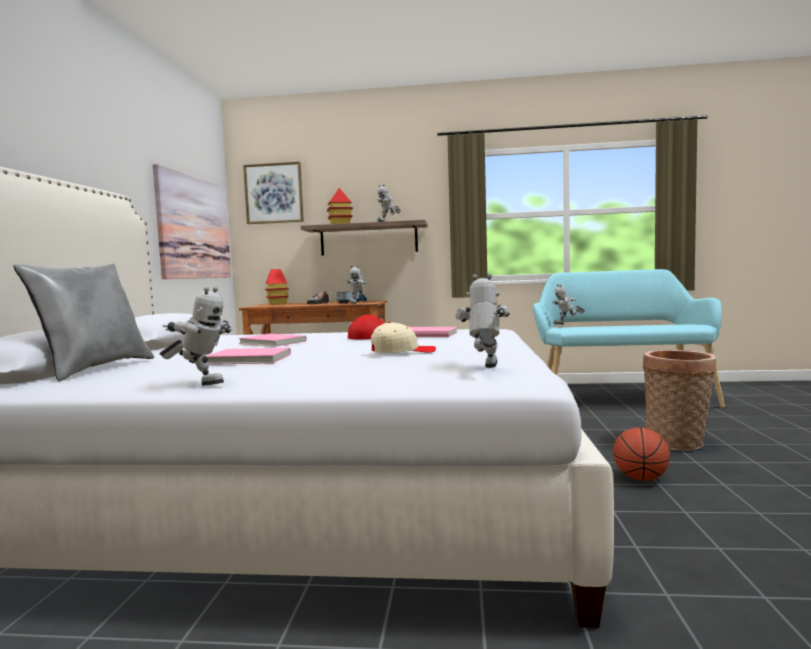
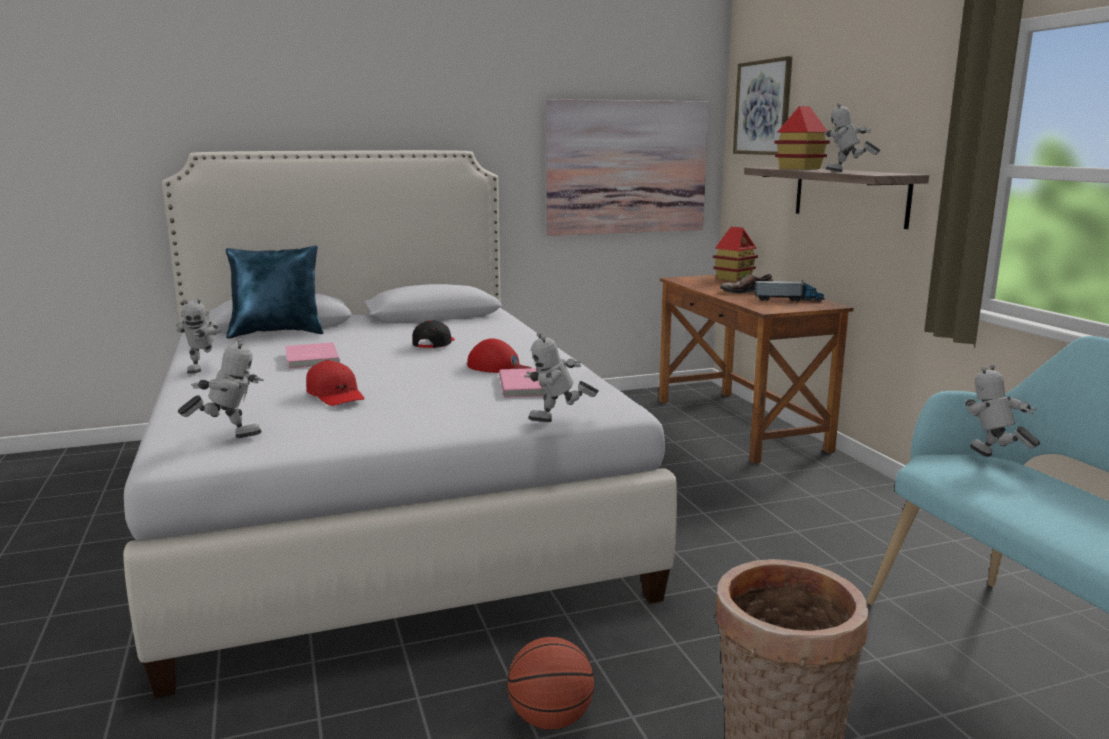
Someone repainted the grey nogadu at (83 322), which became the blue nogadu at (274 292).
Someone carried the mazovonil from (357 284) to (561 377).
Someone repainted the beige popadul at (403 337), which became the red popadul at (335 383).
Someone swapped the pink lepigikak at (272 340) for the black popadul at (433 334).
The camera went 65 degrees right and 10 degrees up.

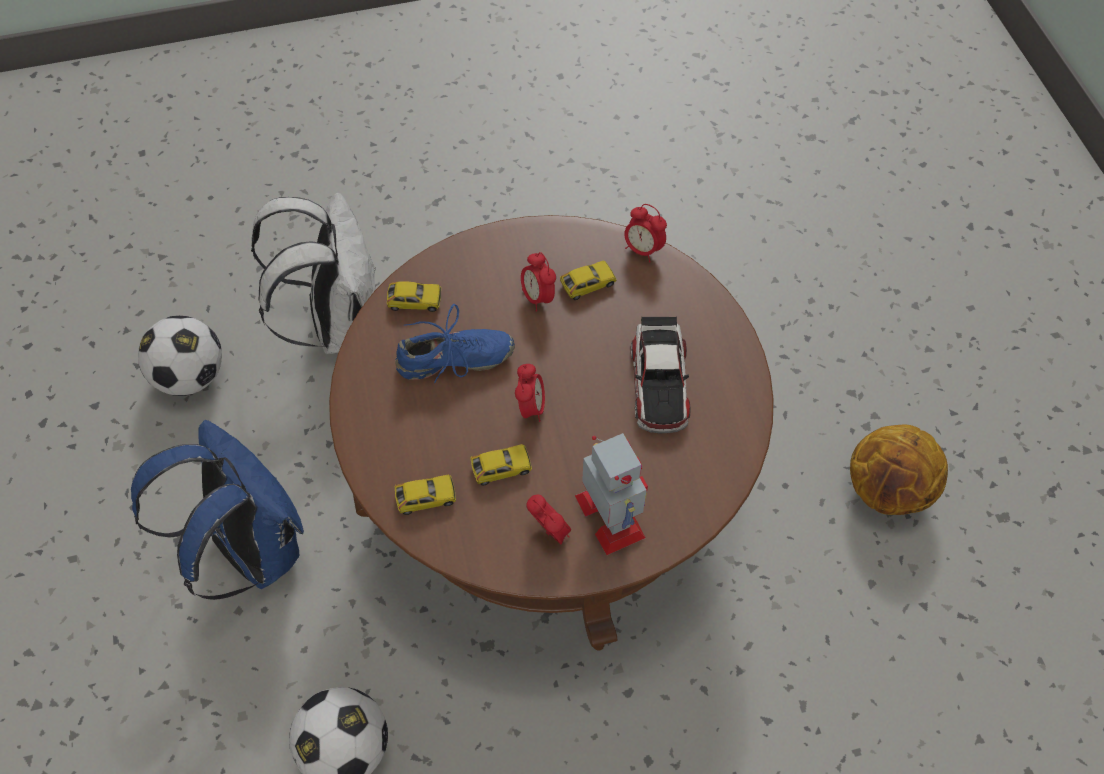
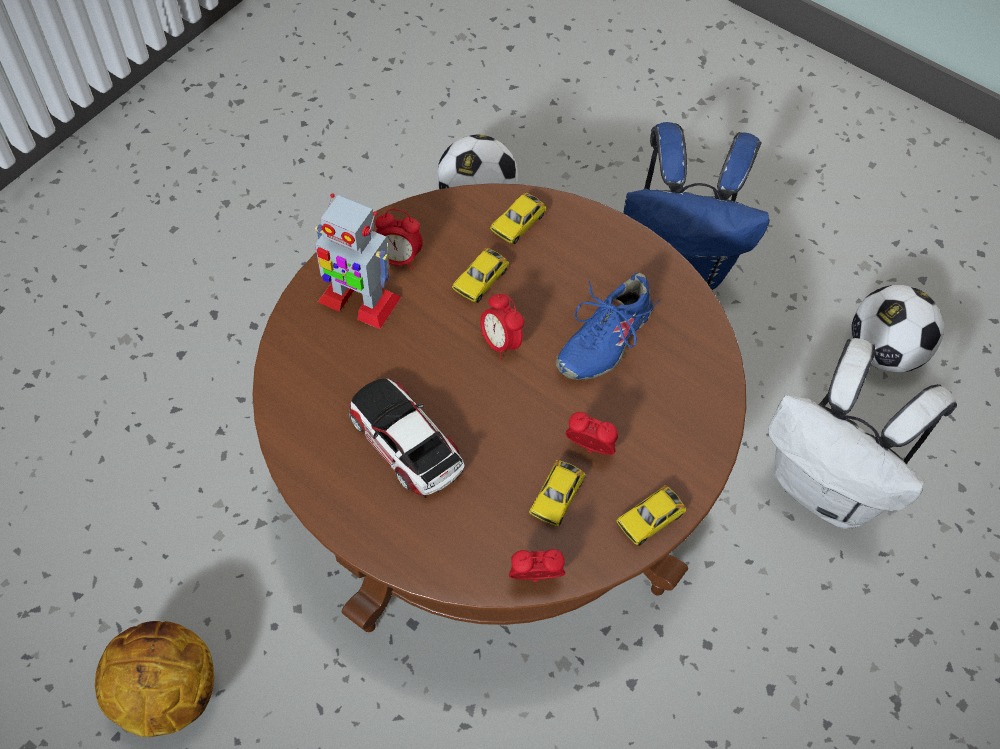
Someone carried the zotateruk from (414 296) to (651 515).
The camera went 140 degrees right and 0 degrees up.

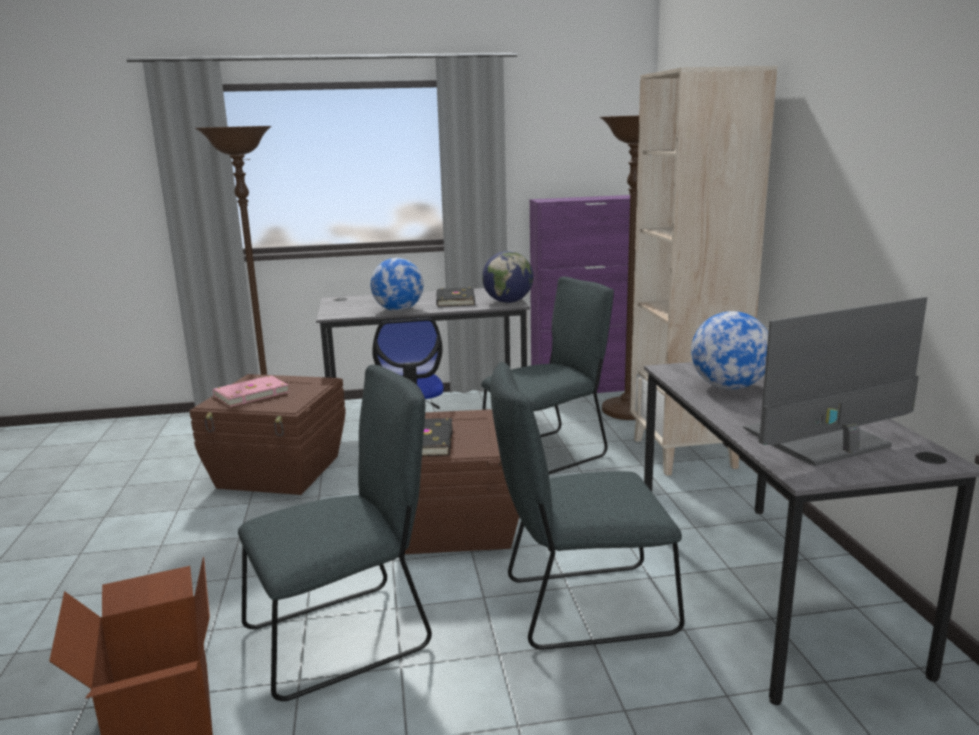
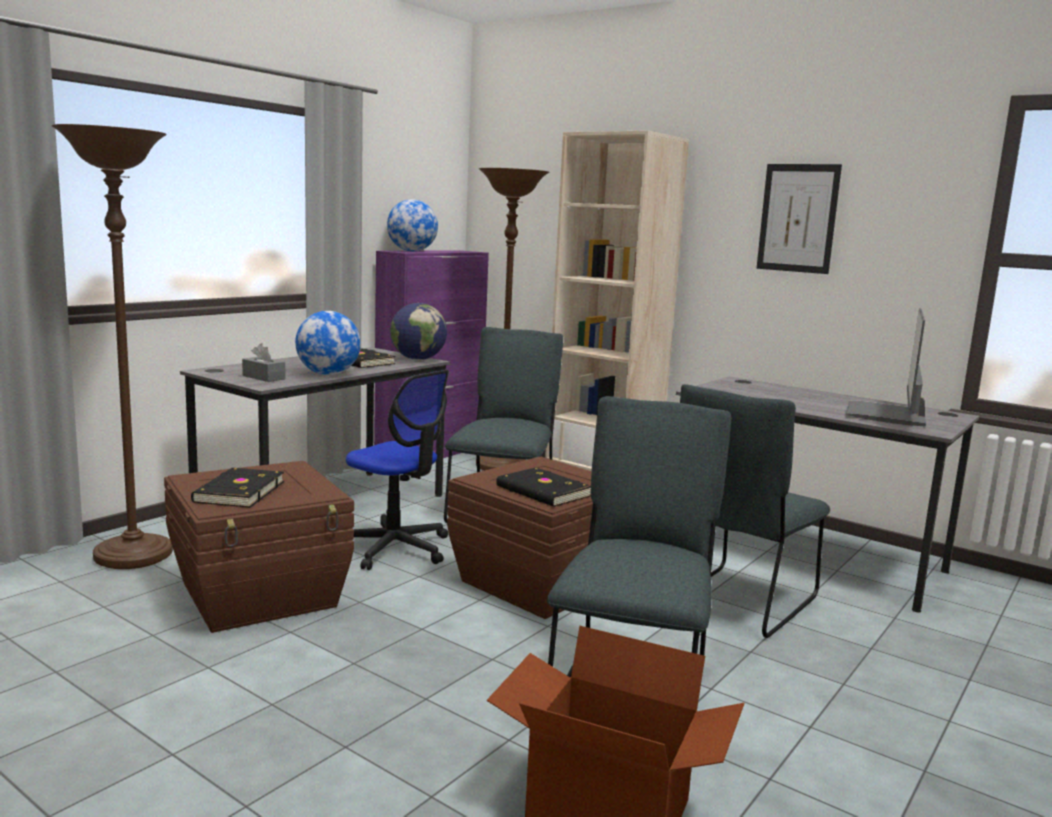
Someone carried the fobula from (729 350) to (412 225).
Someone repainted the pink lepigikak at (251 391), which became the black lepigikak at (237 487).
Someone put up the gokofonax at (799 219).
Someone put down the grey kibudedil at (264 362).
The camera went 45 degrees left and 5 degrees down.

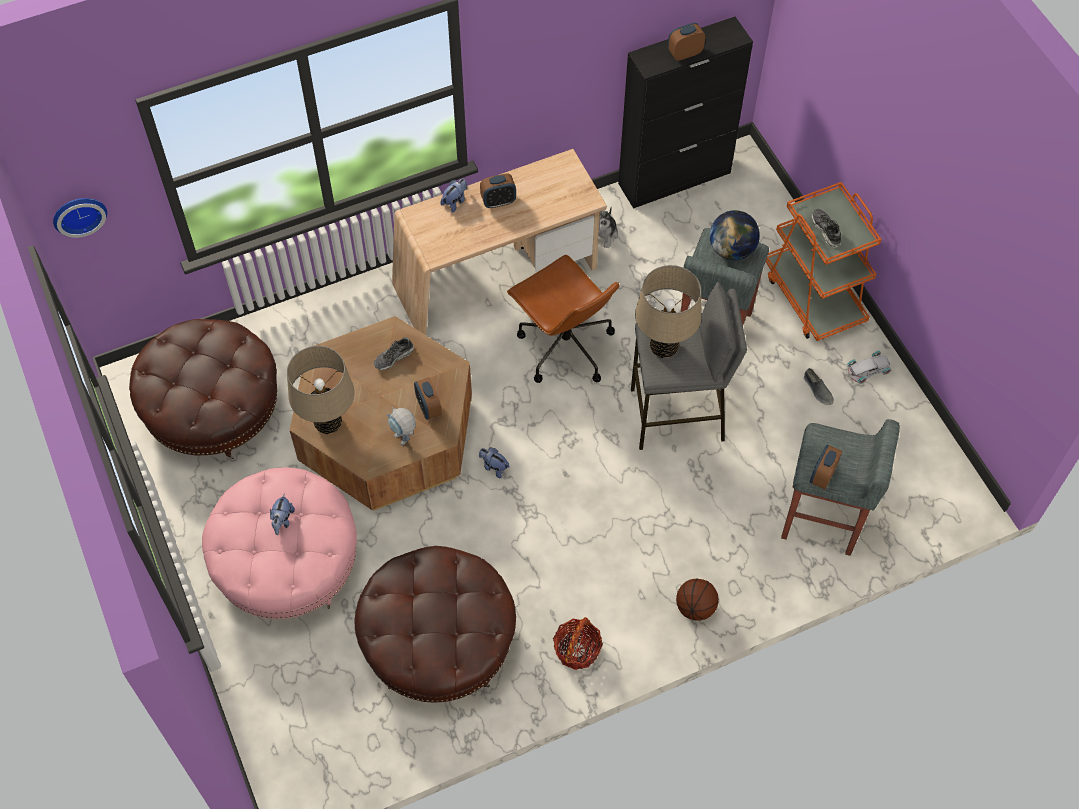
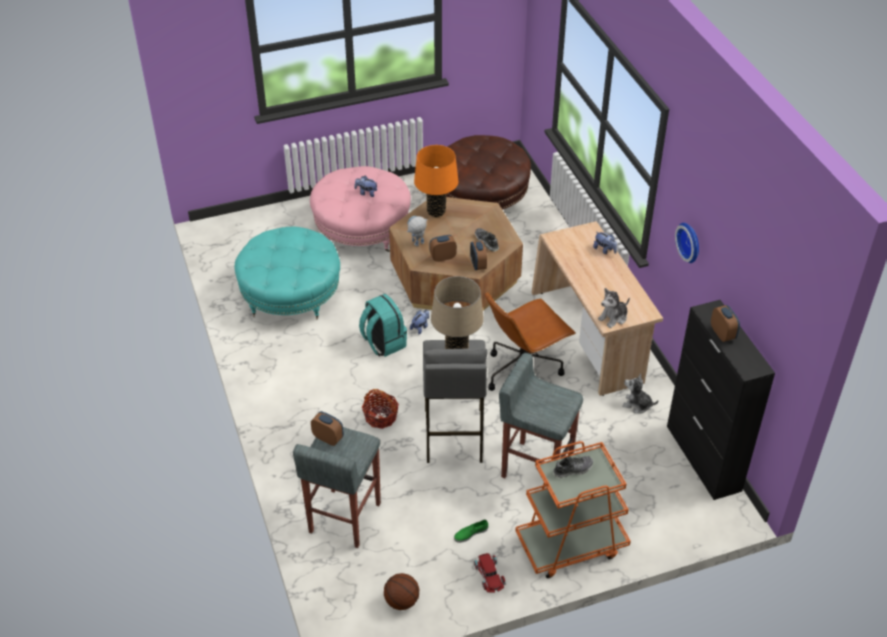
Someone carried the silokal from (498 190) to (478 255).
Someone carried the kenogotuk from (80 218) to (687 243).
Someone took away the fobula at (735 235).
Someone repainted the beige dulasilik at (320 390), which became the orange dulasilik at (436 181).
Someone repainted the white zotateruk at (869 367), which became the red zotateruk at (490 573).
Someone repainted the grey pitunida at (819 386), which became the green pitunida at (471 531).
Someone repainted the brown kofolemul at (435 624), which became the turquoise kofolemul at (287 273).
Someone carried the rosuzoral from (697 599) to (401 591).
Someone carried the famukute from (578 643) to (380 409).
Someone put down the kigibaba at (614 308).
Someone put down the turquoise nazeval at (383 325).
The camera went 95 degrees right and 15 degrees down.

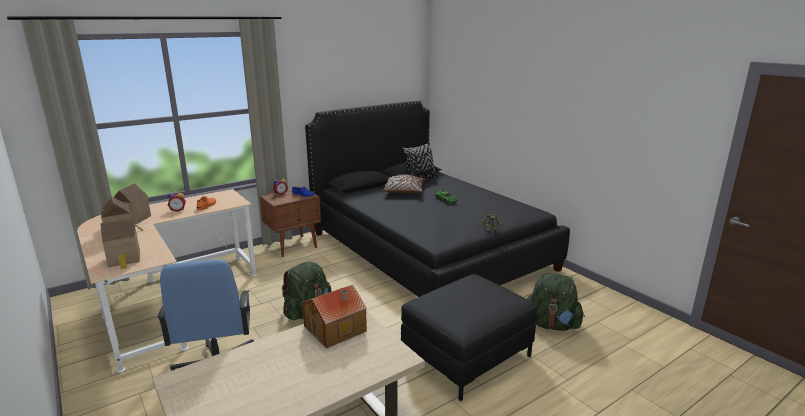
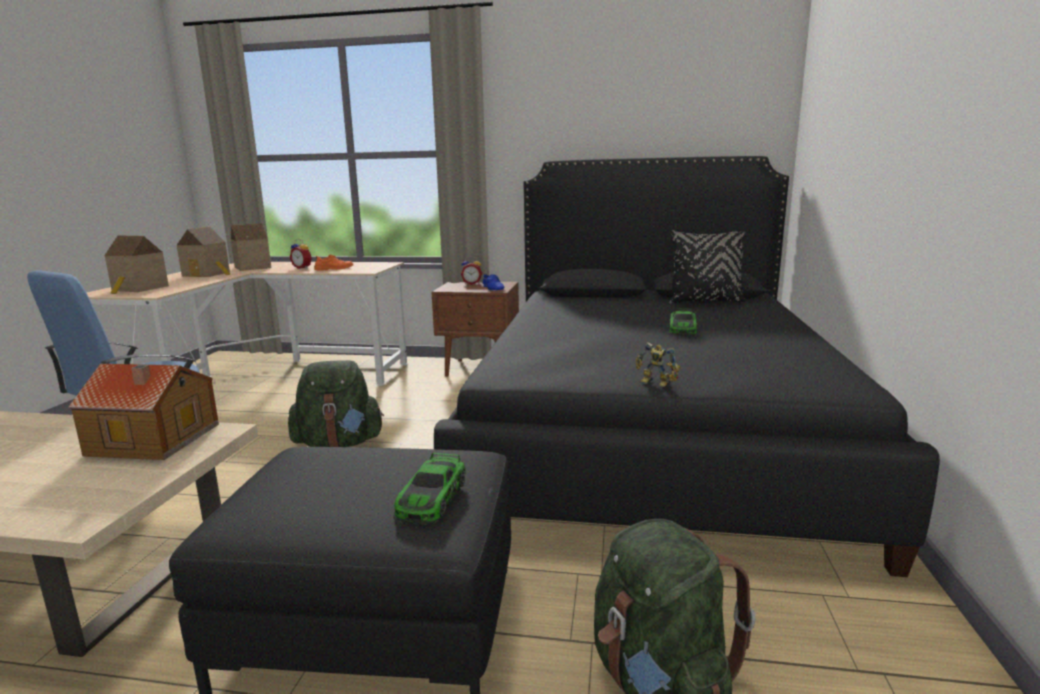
Someone took away the brown nogadu at (404 183).
Someone put down the zotateruk at (429 488).
The camera went 45 degrees right and 5 degrees down.

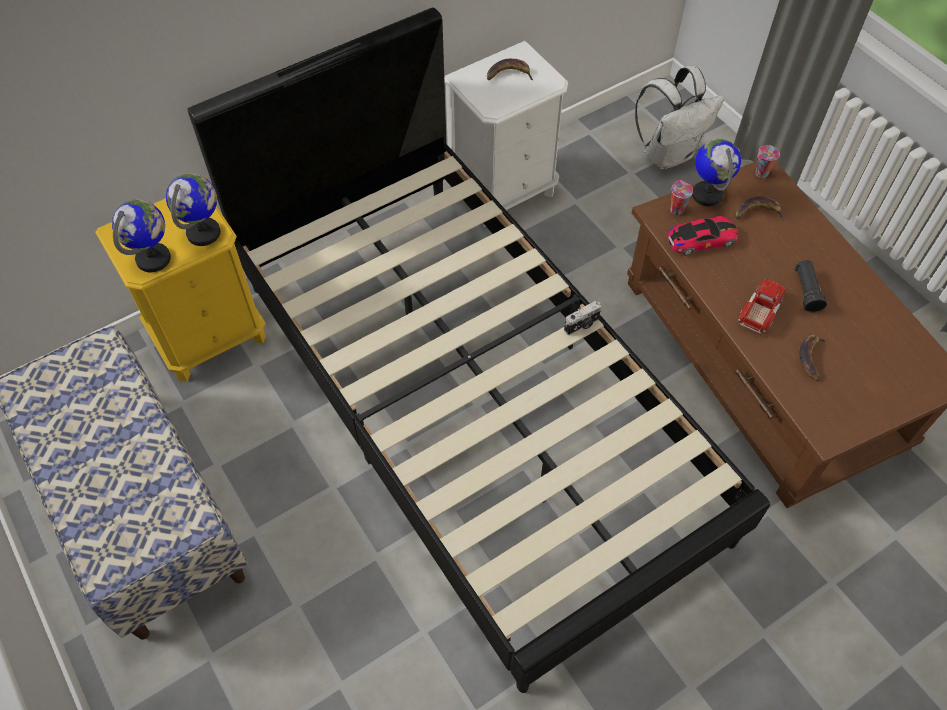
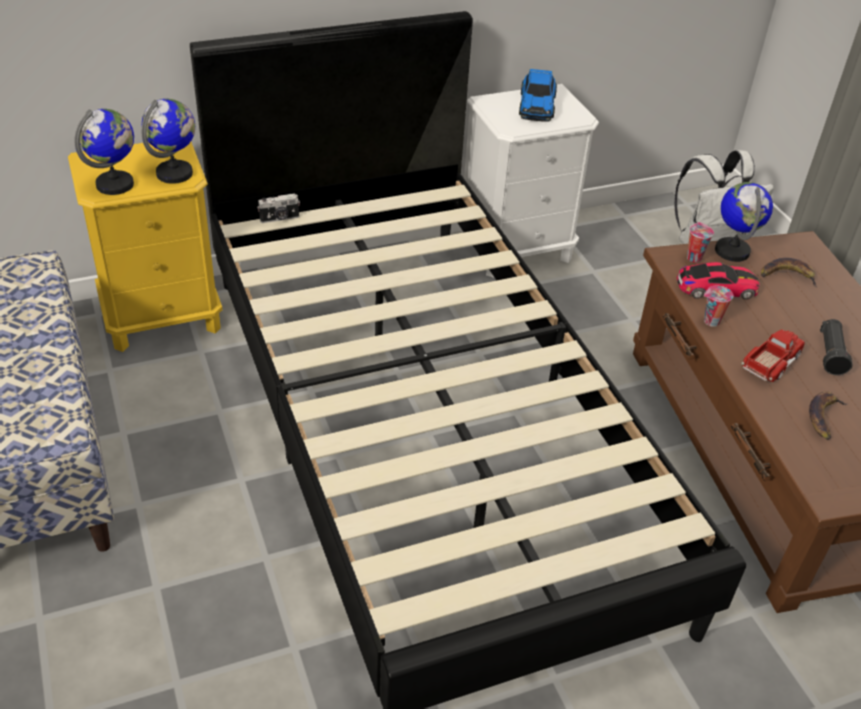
Someone swapped the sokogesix at (510 69) for the zotateruk at (538 95).
Someone carried the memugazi from (768 161) to (718 306).
Someone carried the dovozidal from (582 318) to (278 208).
The camera went 10 degrees right and 15 degrees down.

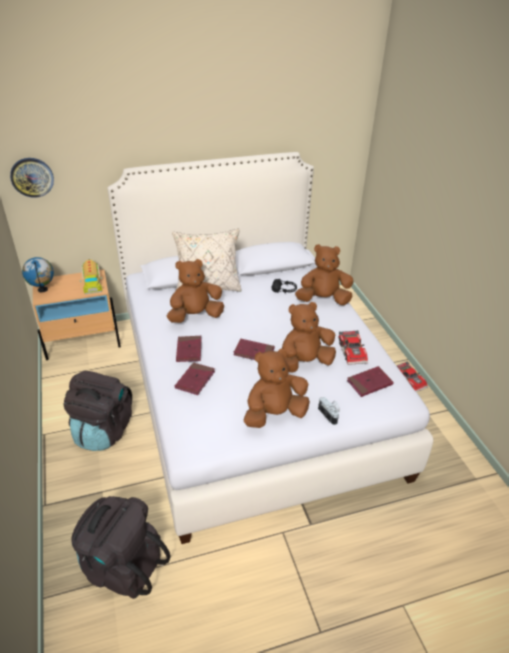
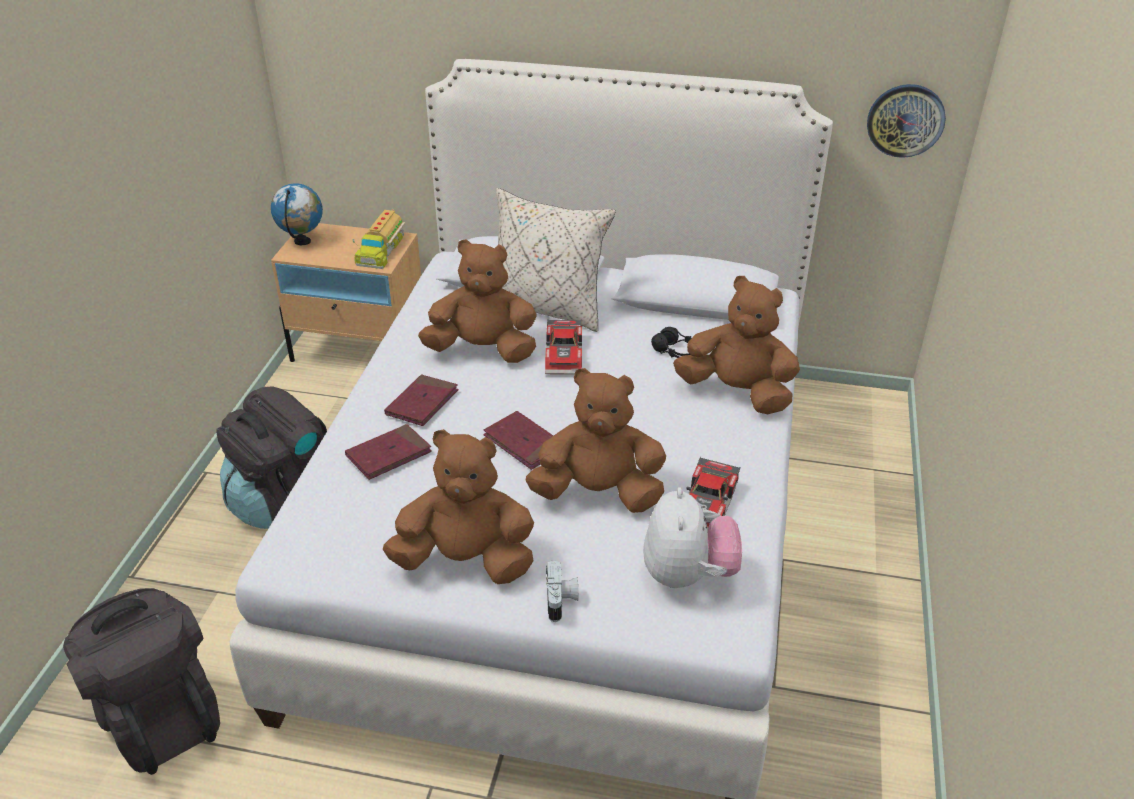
Someone carried the kenogotuk from (32 178) to (906 121).
Someone carried the zotateruk from (412 377) to (563 346).
Someone swapped the red lepigikak at (370 381) for the kigibaba at (692 537).
The camera went 30 degrees right and 0 degrees up.

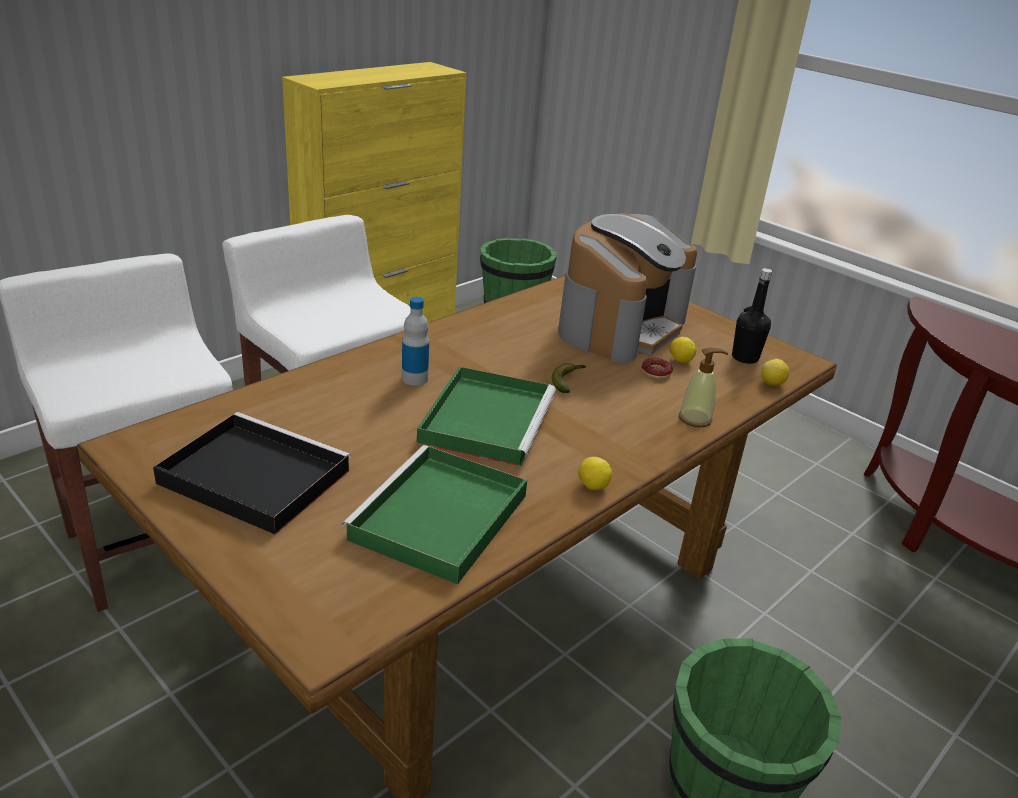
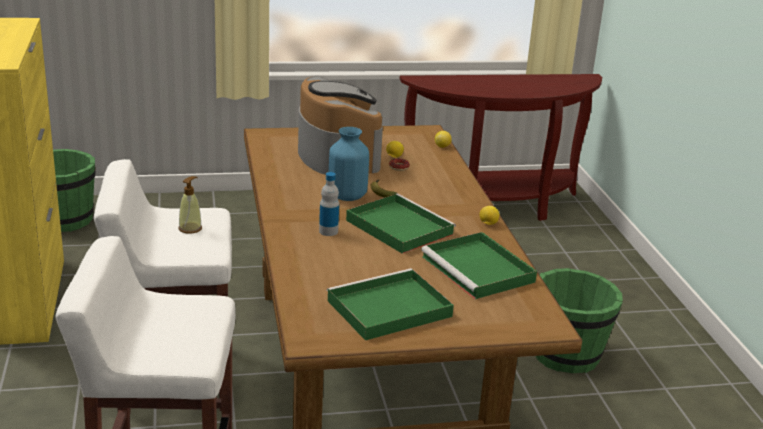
Someone took away the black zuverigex at (752 316).
Someone carried the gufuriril from (703 387) to (190 205).
Someone repainted the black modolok at (252 473), which became the green modolok at (390 304).
Someone put down the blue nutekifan at (349 164).
The camera went 55 degrees left and 5 degrees down.

